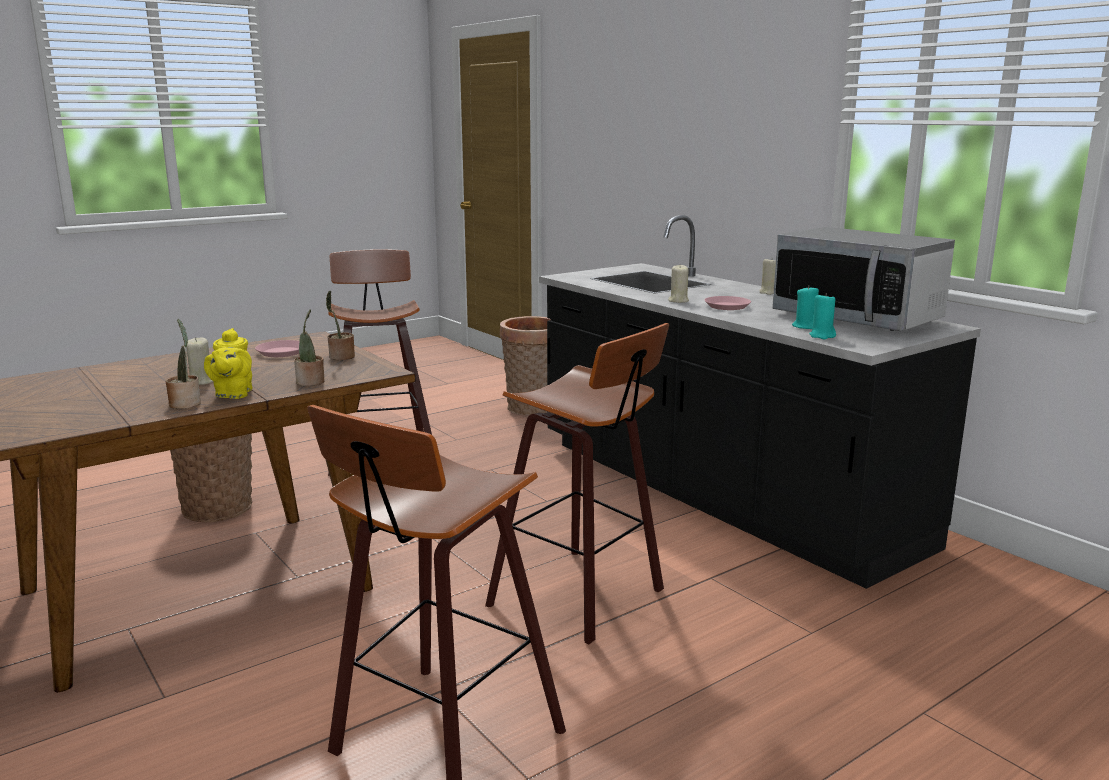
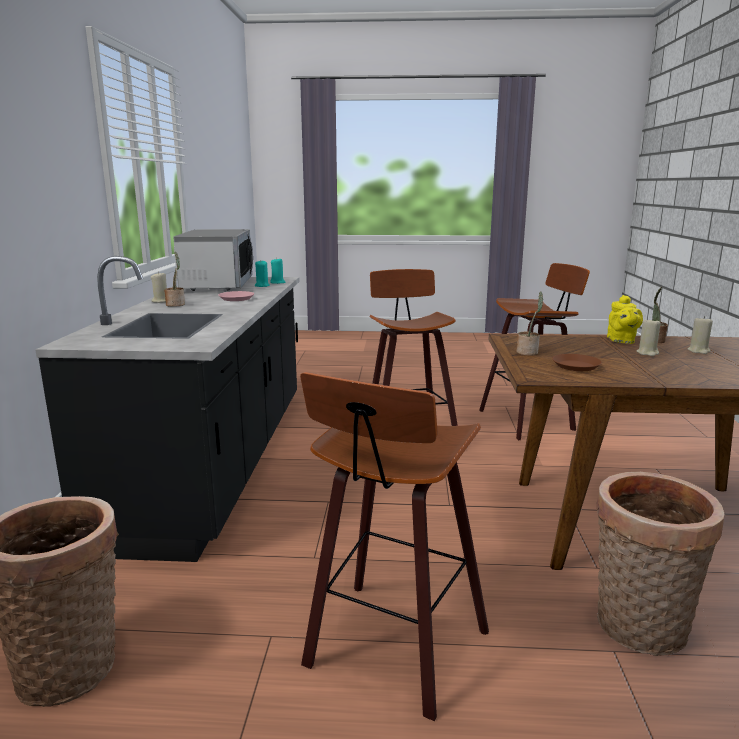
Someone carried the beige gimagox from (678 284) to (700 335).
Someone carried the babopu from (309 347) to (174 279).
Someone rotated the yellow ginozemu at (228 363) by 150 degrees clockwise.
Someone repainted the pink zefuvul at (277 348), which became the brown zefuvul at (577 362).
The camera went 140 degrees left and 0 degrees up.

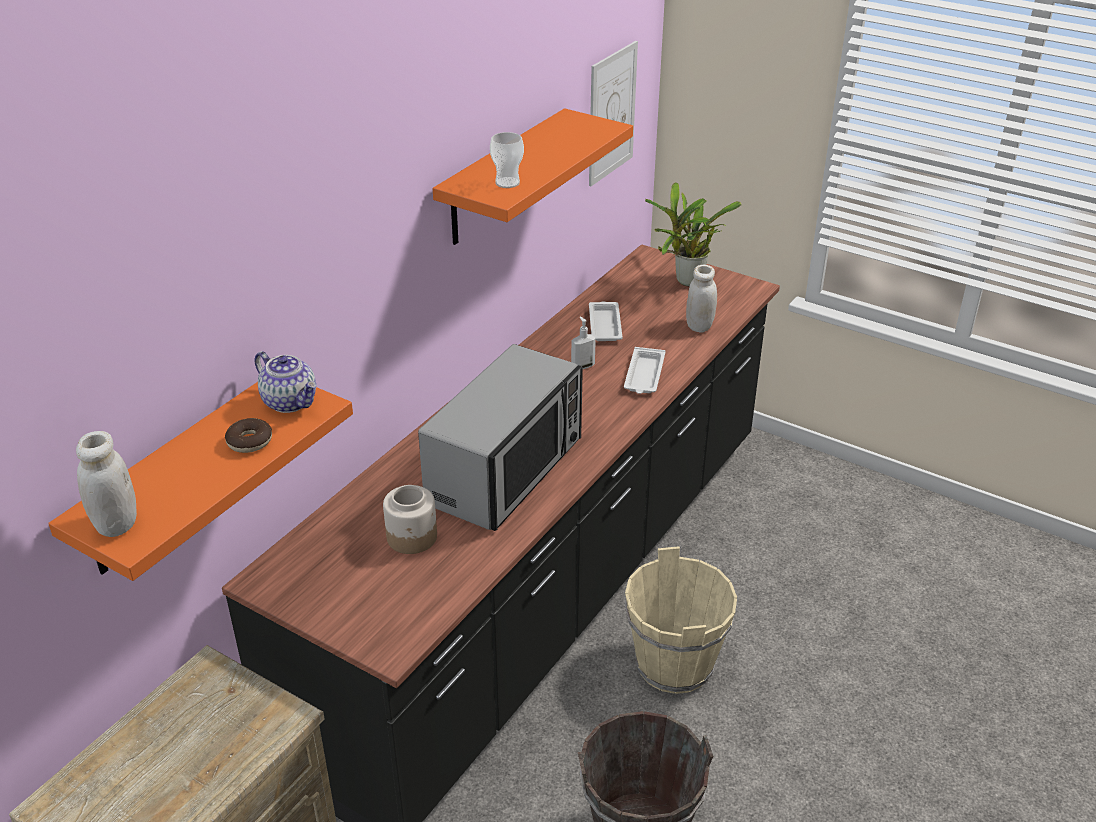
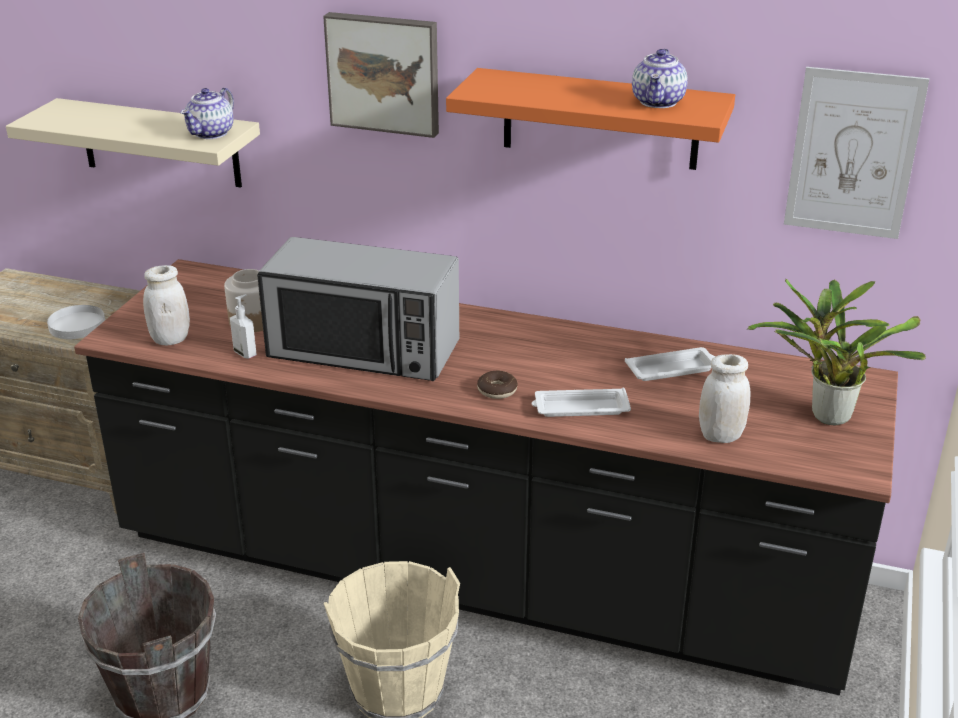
Someone took away the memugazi at (507 160).
Someone carried the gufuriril from (583 343) to (243 326).
Someone repainted the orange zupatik at (200 481), which became the beige zupatik at (133 142).
Someone carried the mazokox from (248 435) to (497 385).
Someone carried the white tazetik from (106 484) to (166 305).
Someone put up the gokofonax at (381 75).
Someone put down the ginozemu at (660 78).
Someone put down the white zefuvul at (76 322).
The camera went 75 degrees right and 5 degrees down.

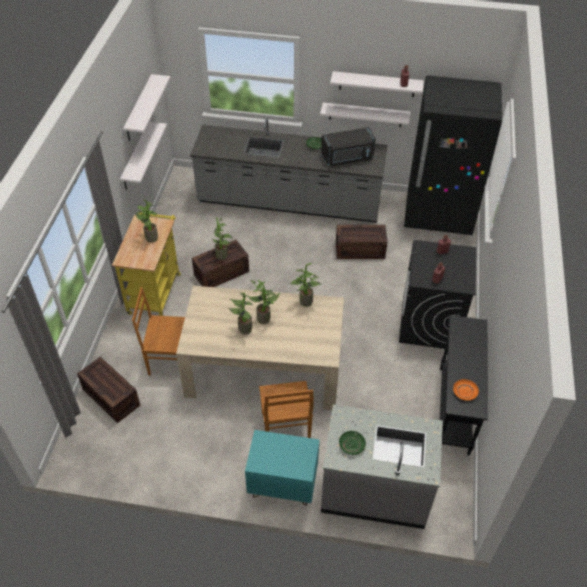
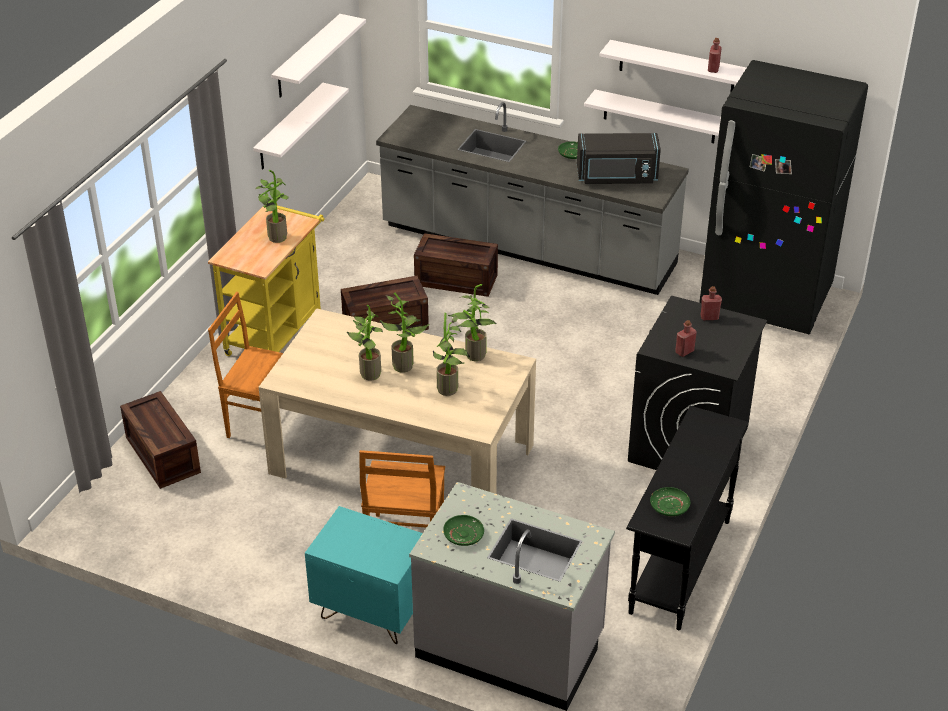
Someone carried the babopu from (222 238) to (451 354).
Someone carried the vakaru from (361 242) to (456 265).
Someone repainted the orange zefuvul at (466 390), which became the green zefuvul at (670 501).
The camera went 15 degrees right and 10 degrees down.

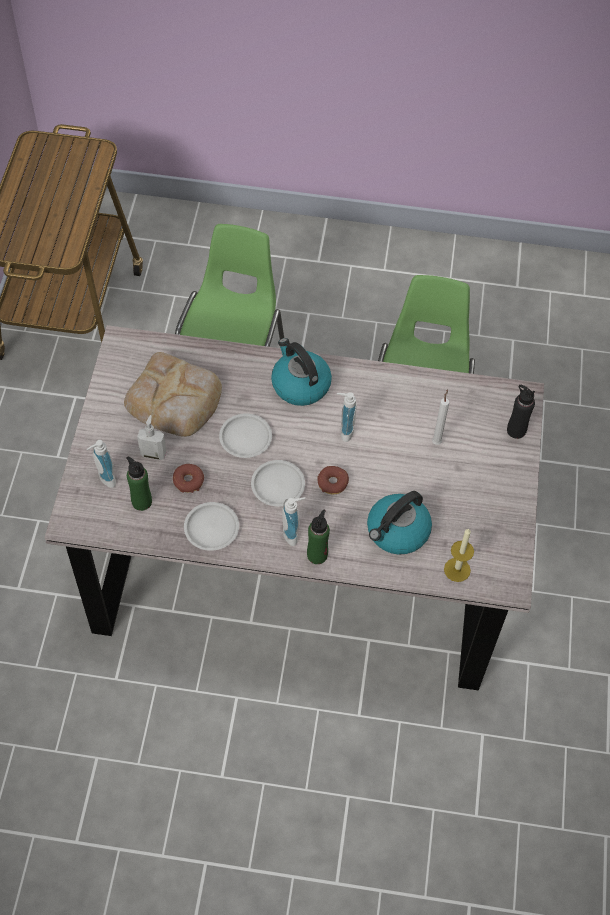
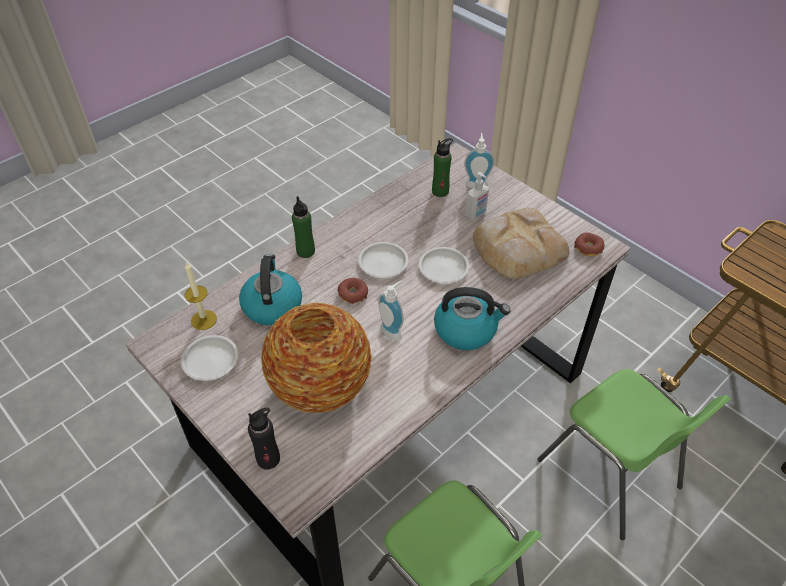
Someone swapped the white gimagox at (440 417) for the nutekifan at (316 357).
Someone carried the mazokox from (188 478) to (589 244).
Someone took away the gufuriril at (293 521).
Someone carried the white zefuvul from (211 526) to (209 358).
The camera went 130 degrees right and 10 degrees down.

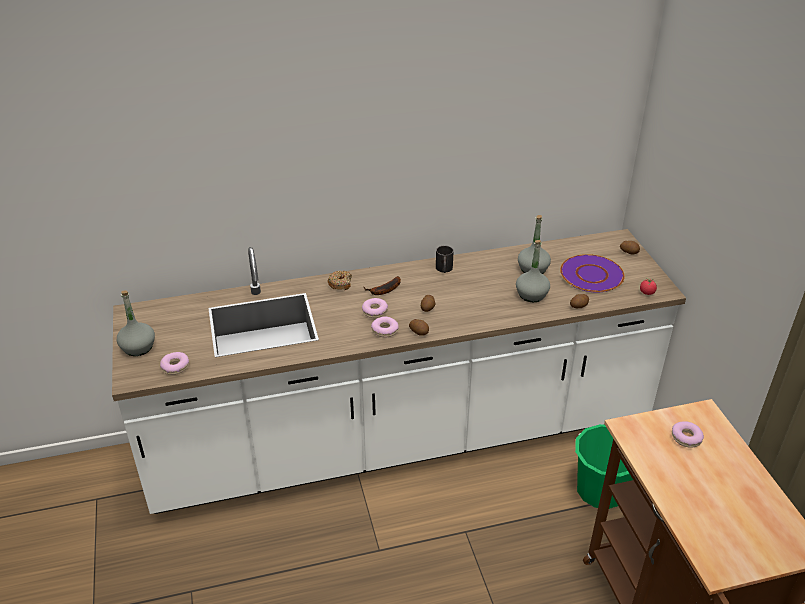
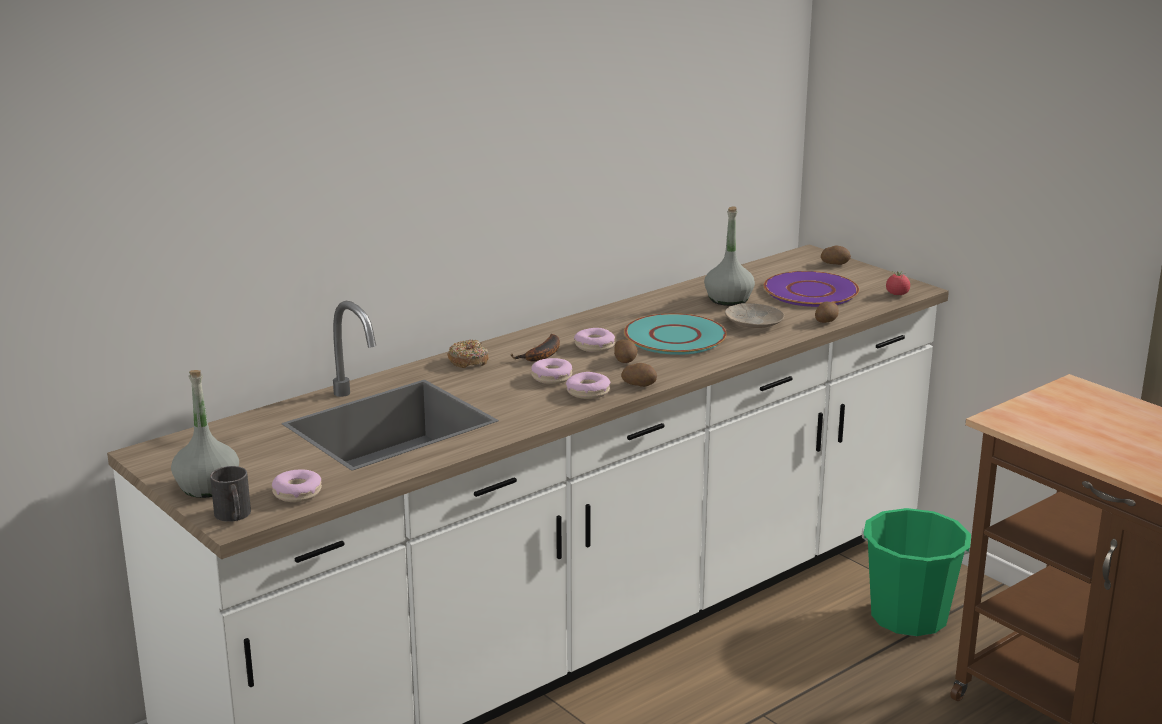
Someone swapped the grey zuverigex at (533 271) for the beige zefuvul at (754 315).
Someone carried the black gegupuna from (445 259) to (230 494).
Someone carried the mazokox from (688 434) to (594 340).
Someone put down the turquoise zefuvul at (675 334).
The camera went 25 degrees left and 15 degrees down.

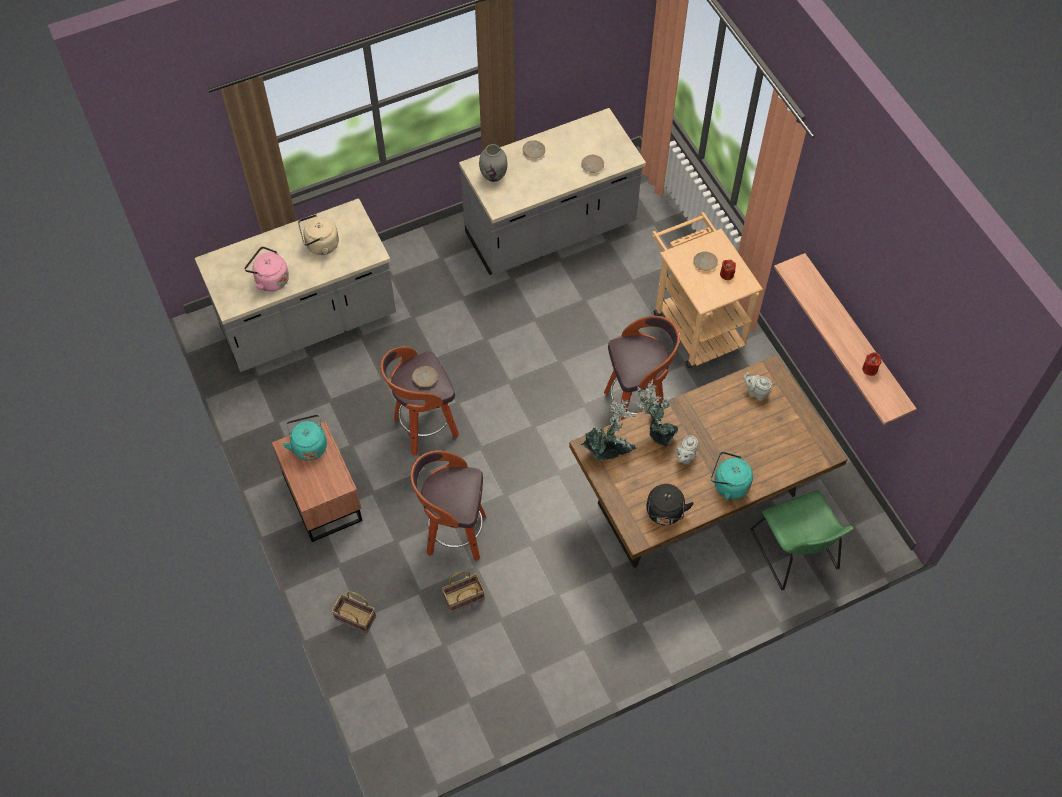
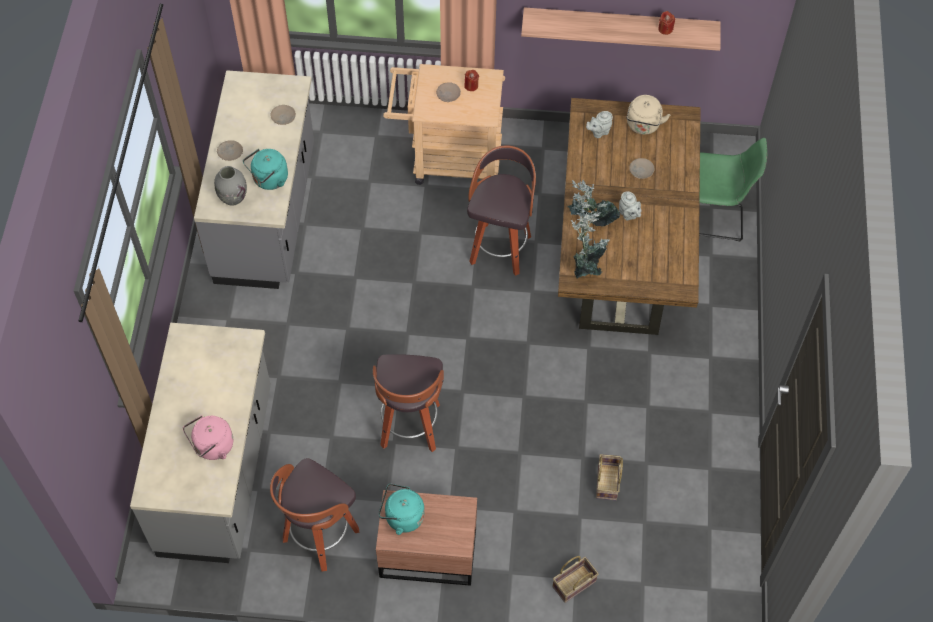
Someone carried the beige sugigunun from (318 234) to (648 115).
Someone carried the beige zefuvul from (425 376) to (642 168).
Someone carried the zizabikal from (448 506) to (314 514).
Someone carried the turquoise sugigunun from (732 476) to (265 169).
Someone took away the black sugigunun at (670 504).
The camera went 60 degrees left and 0 degrees up.

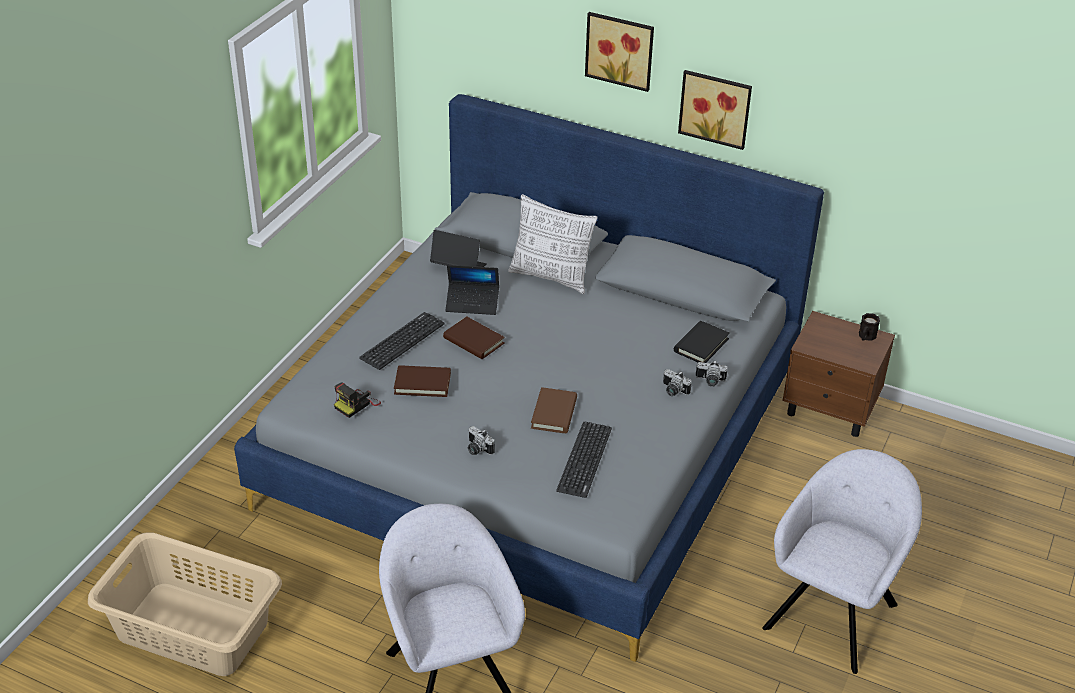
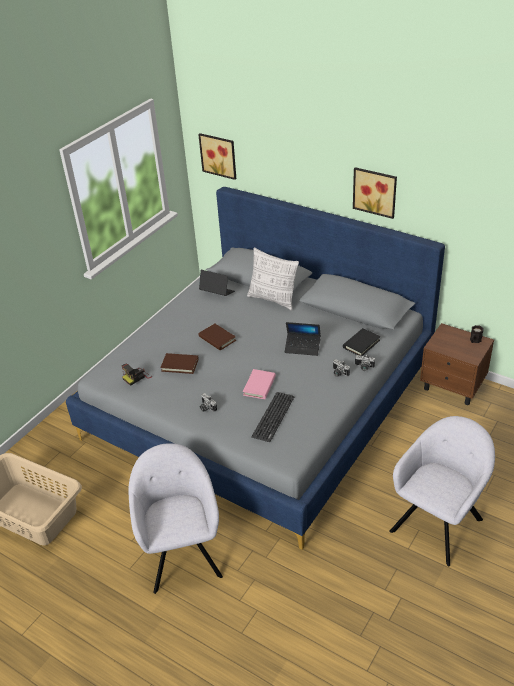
Someone carried the gokofonax from (619 52) to (217 156).
Someone carried the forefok from (472 290) to (303 339).
Someone took away the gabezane at (402 341).
Someone repainted the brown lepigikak at (554 410), which became the pink lepigikak at (259 384).
The camera went 10 degrees right and 0 degrees up.

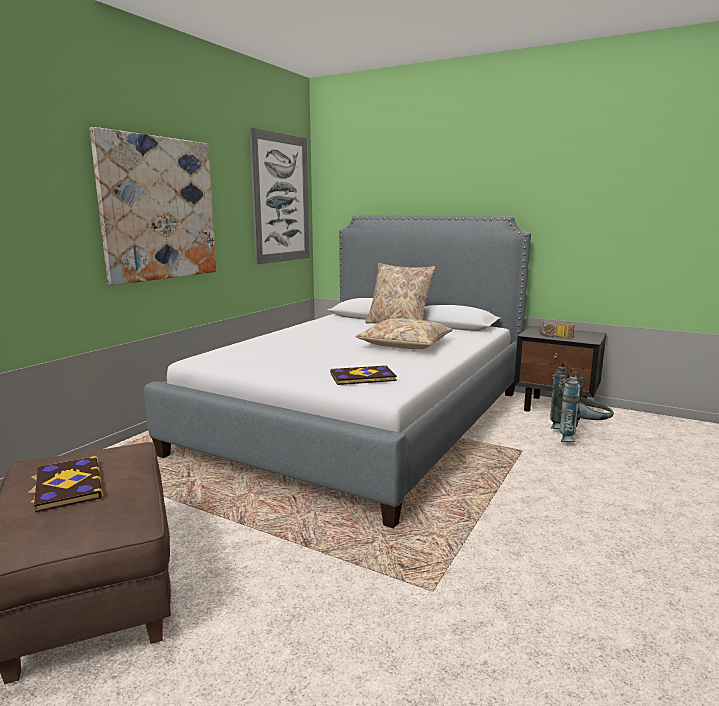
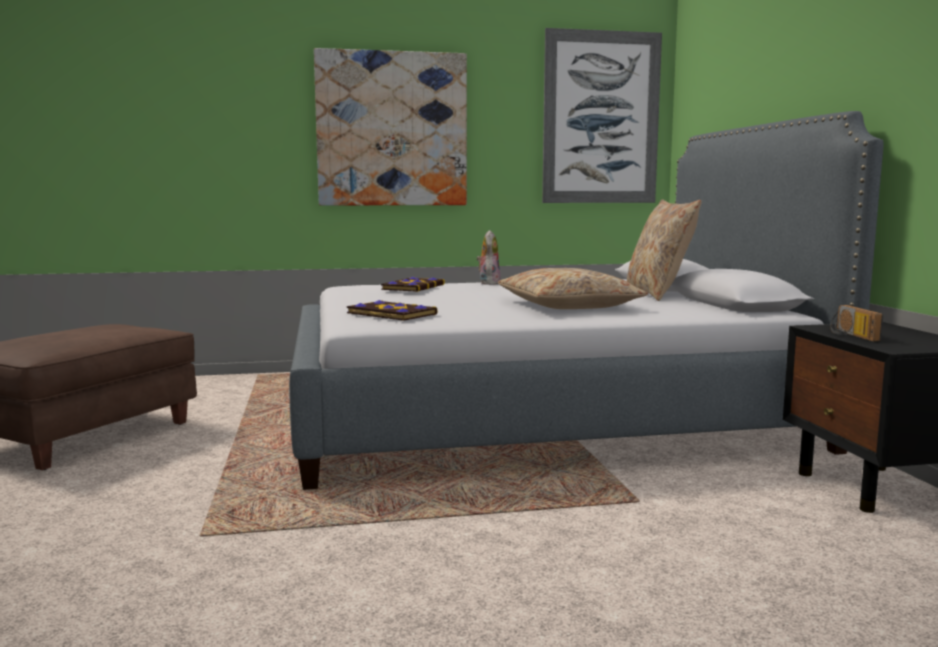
Someone took away the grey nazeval at (582 402).
Someone carried the lepigikak from (65 484) to (413 284).
Someone put down the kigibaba at (489 257).
The camera went 50 degrees right and 5 degrees down.

